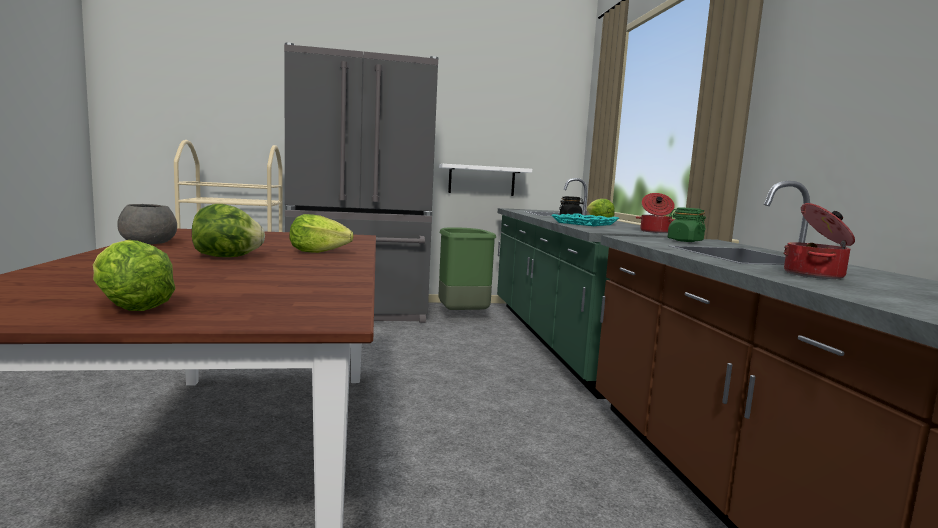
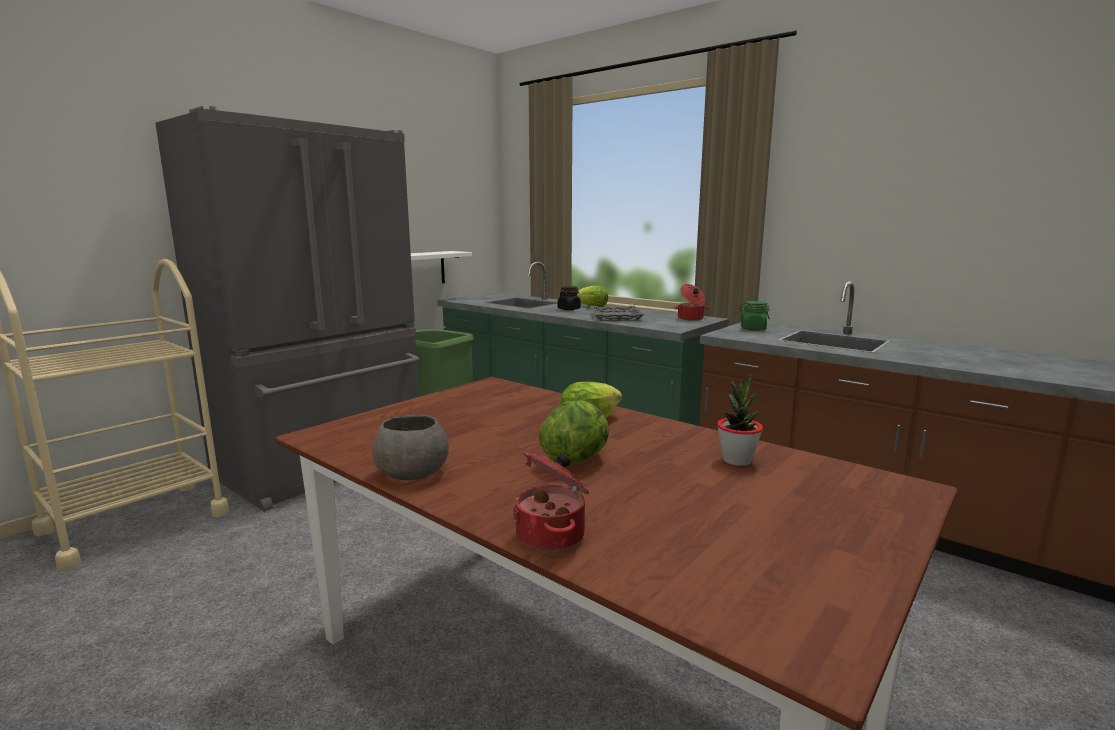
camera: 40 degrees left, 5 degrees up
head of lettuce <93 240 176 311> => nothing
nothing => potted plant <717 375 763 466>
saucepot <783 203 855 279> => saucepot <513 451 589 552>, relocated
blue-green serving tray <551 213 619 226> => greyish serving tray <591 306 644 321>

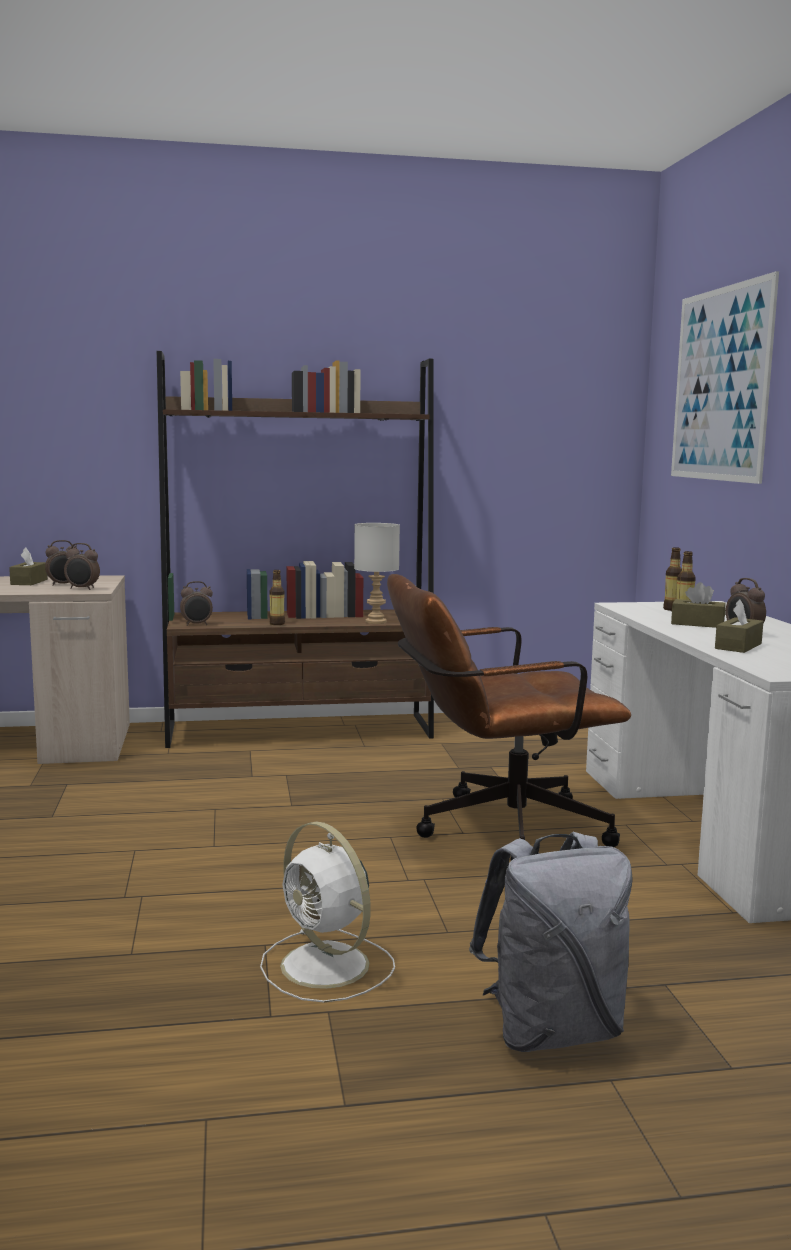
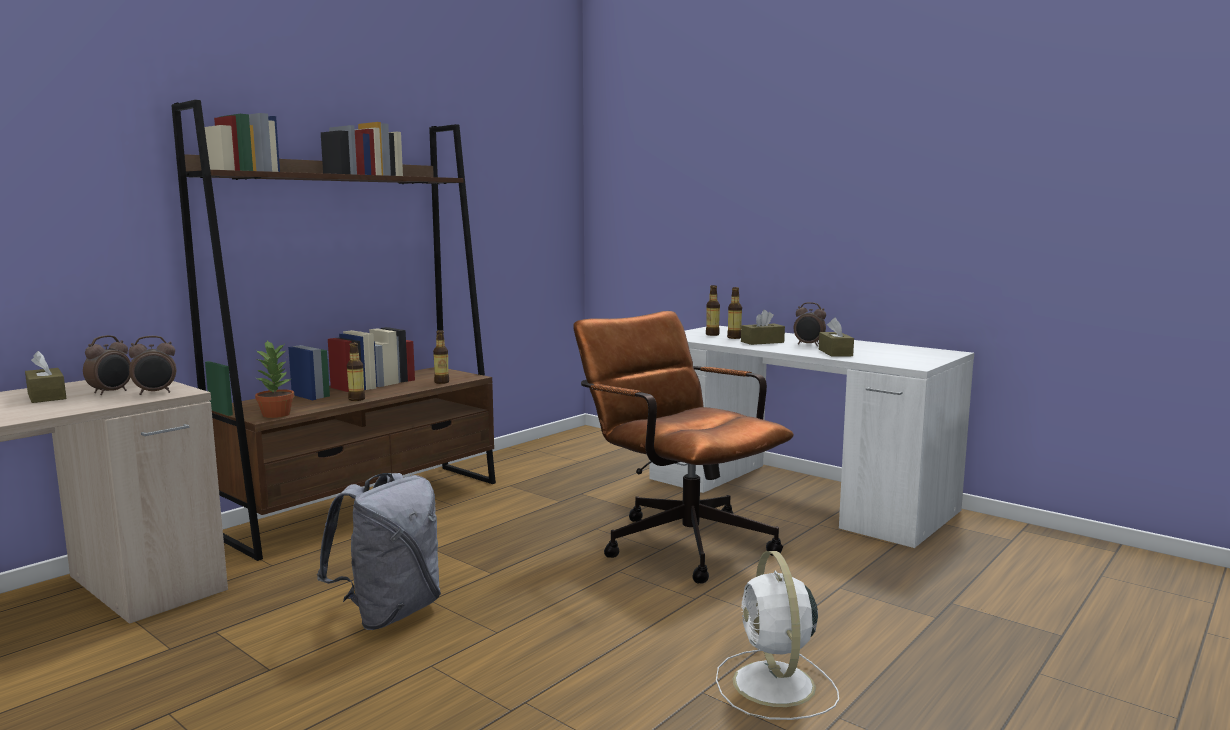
camera: 40 degrees left, 0 degrees up
wall picture <671 271 779 484> => nothing
greyish rucksack <469 832 633 1052> => greyish rucksack <317 473 441 630>, relocated
bedside clock <180 581 213 626> => potted plant <255 340 294 418>
greyish tabletop lamp <354 523 400 624> => beverage bottle <433 330 449 384>
whitish fan <260 821 395 1003> => whitish fan <716 551 839 720>, 75 degrees clockwise
brown-coloured office chair <387 574 631 860> => brown-coloured office chair <573 311 794 583>, 105 degrees clockwise

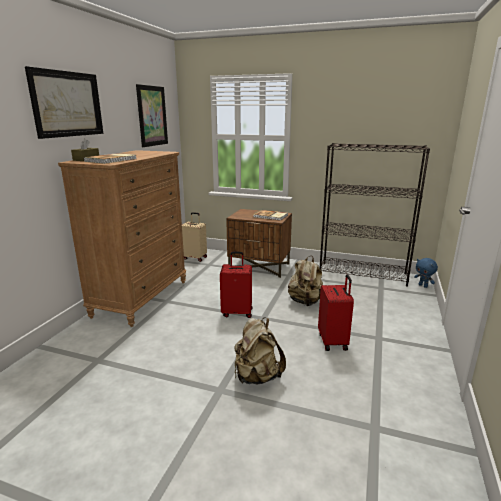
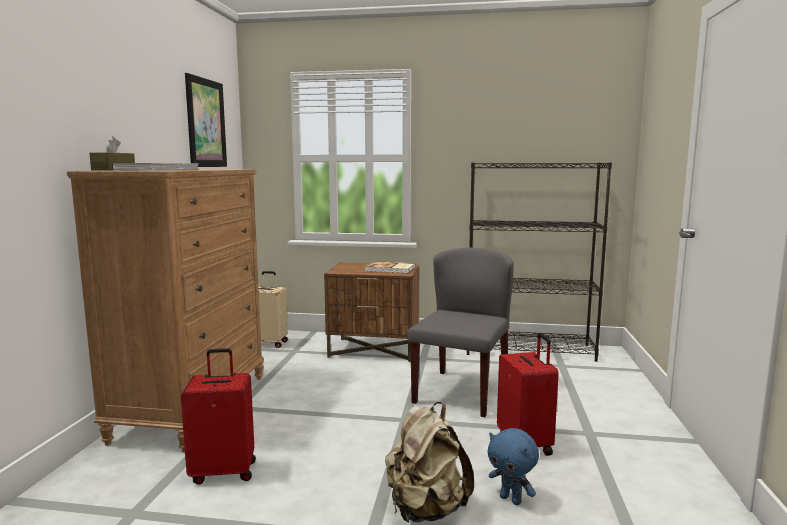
camera: 10 degrees left, 10 degrees down
wall picture <25 66 103 139> => nothing
reddish piece of luggage <220 252 252 318> => reddish piece of luggage <181 348 256 485>, relocated
blue-coloured cuddly toy <414 258 438 288> => blue-coloured cuddly toy <488 428 539 505>, relocated
beige-coloured rucksack <288 256 323 306> => greyish upright chair <407 248 514 417>

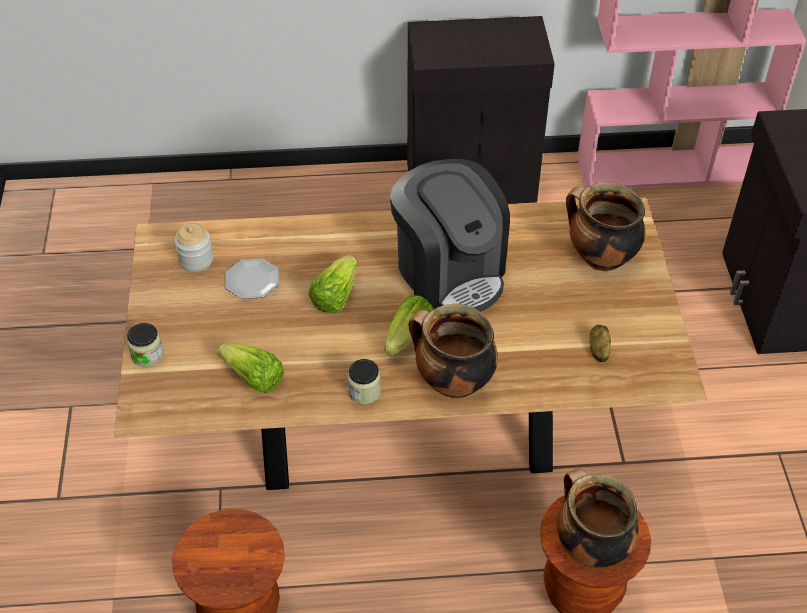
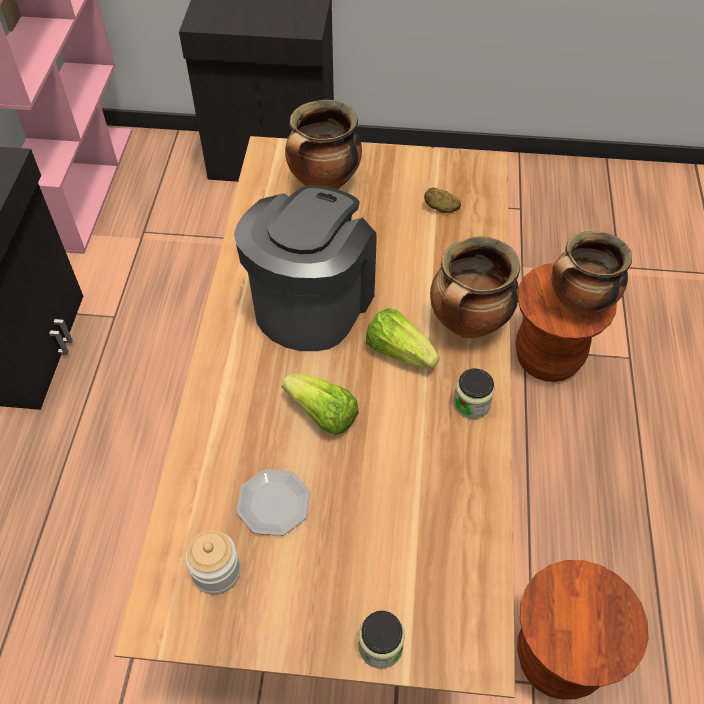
camera: 80 degrees left, 5 degrees up
head of lettuce <217 343 284 393> => nothing
coffee brewer <390 159 510 312> => coffee brewer <234 186 377 351>, 45 degrees counterclockwise

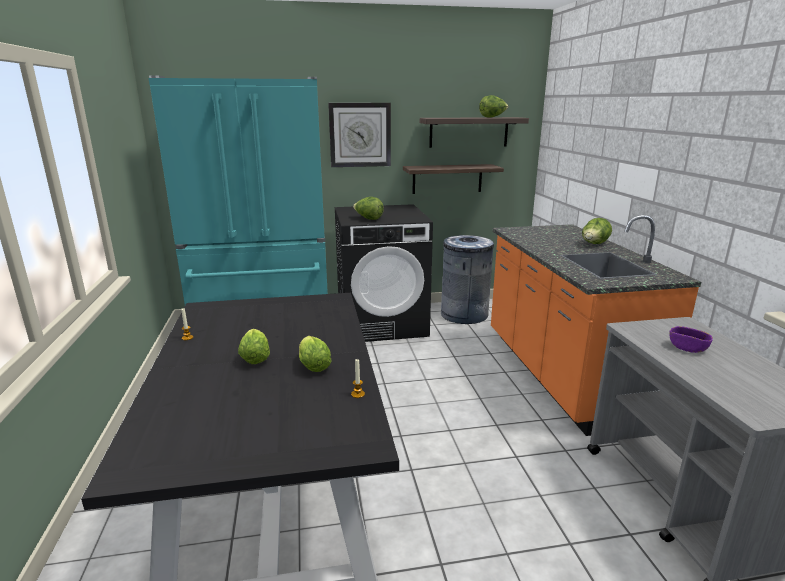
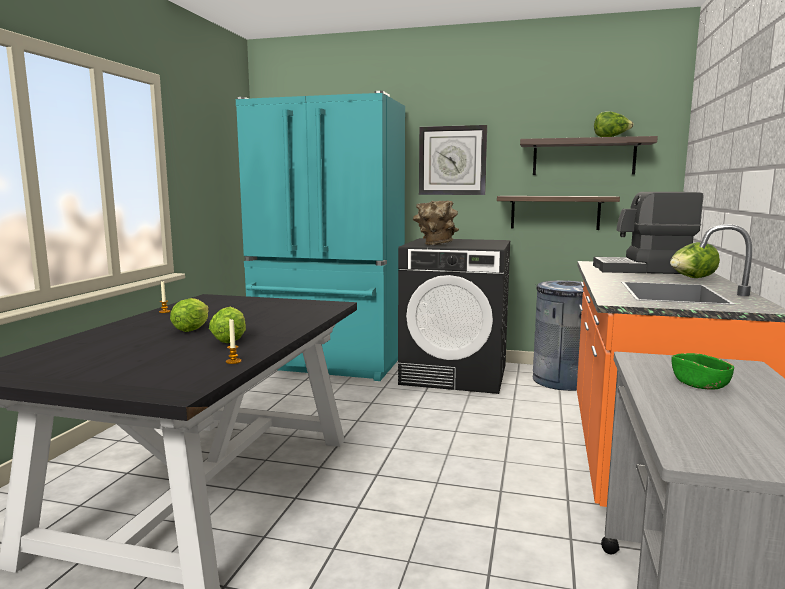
camera: 25 degrees right, 10 degrees down
nothing => coffee brewer <593 192 703 274>
head of lettuce <353 197 384 220> => brown-coloured vase <413 200 459 245>
purple deep dish <669 326 713 353> => green-coloured deep dish <671 353 734 390>

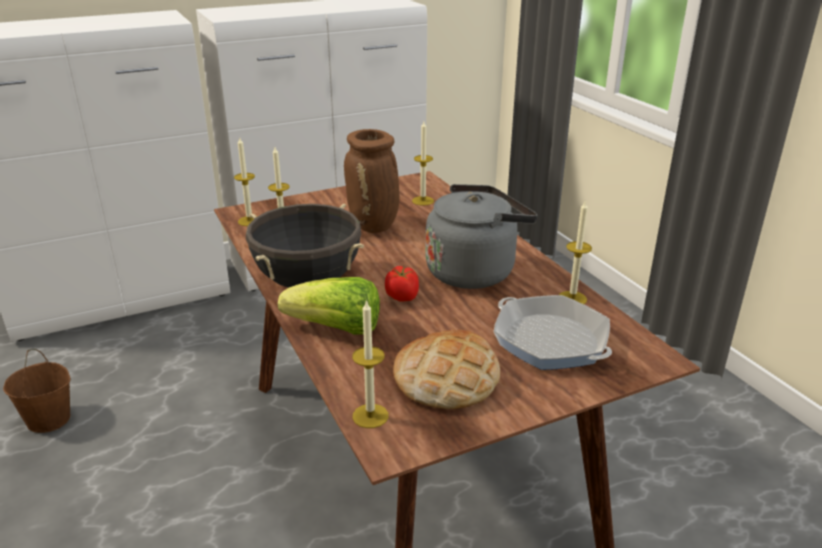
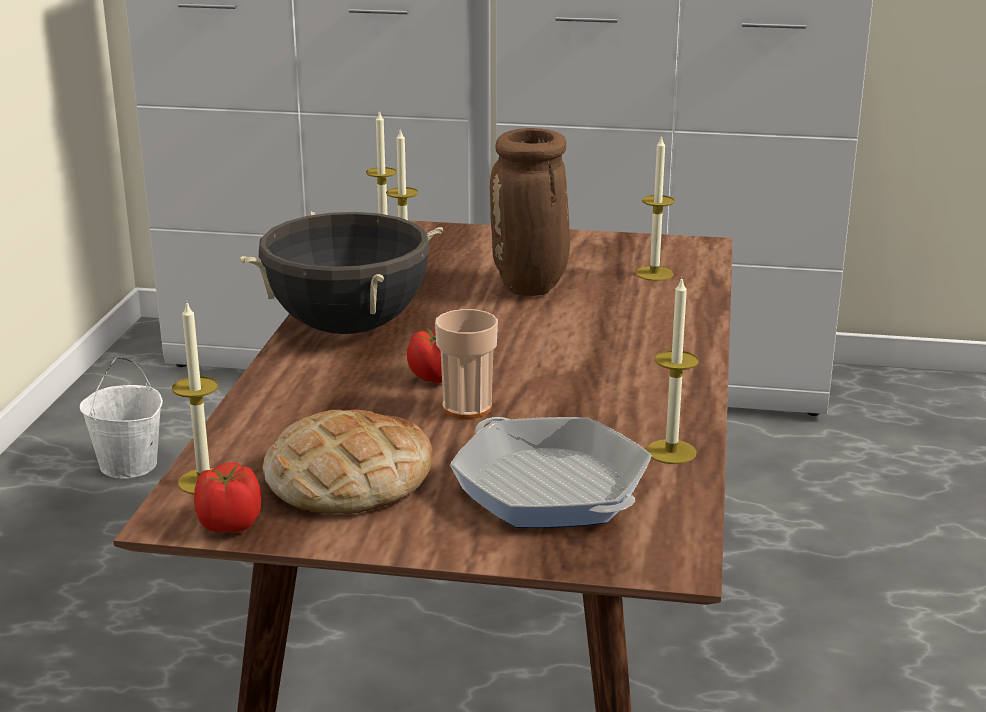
camera: 35 degrees right, 5 degrees down
head of lettuce <278 277 380 335> => nothing
greyish water kettle <425 184 538 289> => nothing
nothing => whole tomato <194 462 261 533>
nothing => cup <435 309 498 419>
brown-coloured bucket <3 349 71 433> => whitish bucket <80 357 163 479>
skillet <493 295 612 370> => skillet <450 417 652 528>, 150 degrees clockwise

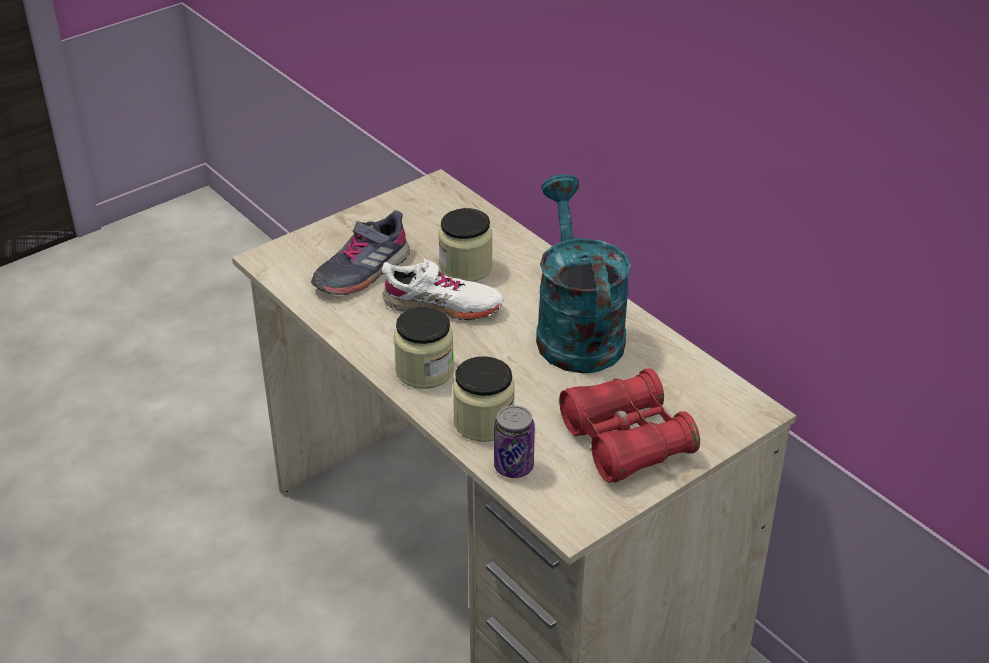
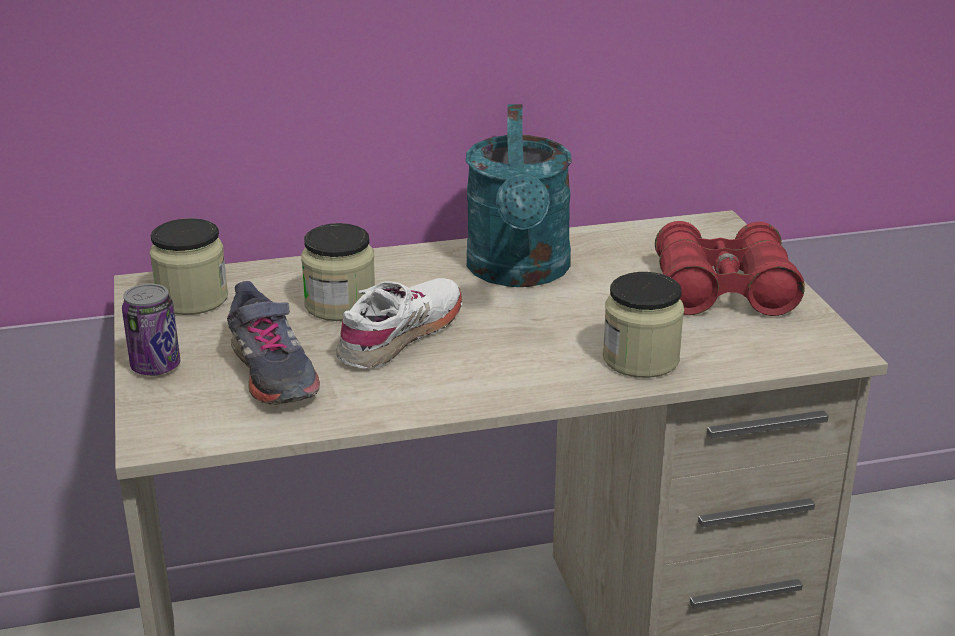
camera: 65 degrees left, 10 degrees down
preserve jar <394 307 454 389> => preserve jar <150 218 228 315>, relocated
metal can <494 405 535 478> => metal can <122 284 180 376>, relocated
blue-green watering can <536 174 631 373> => blue-green watering can <466 104 572 287>, 105 degrees counterclockwise

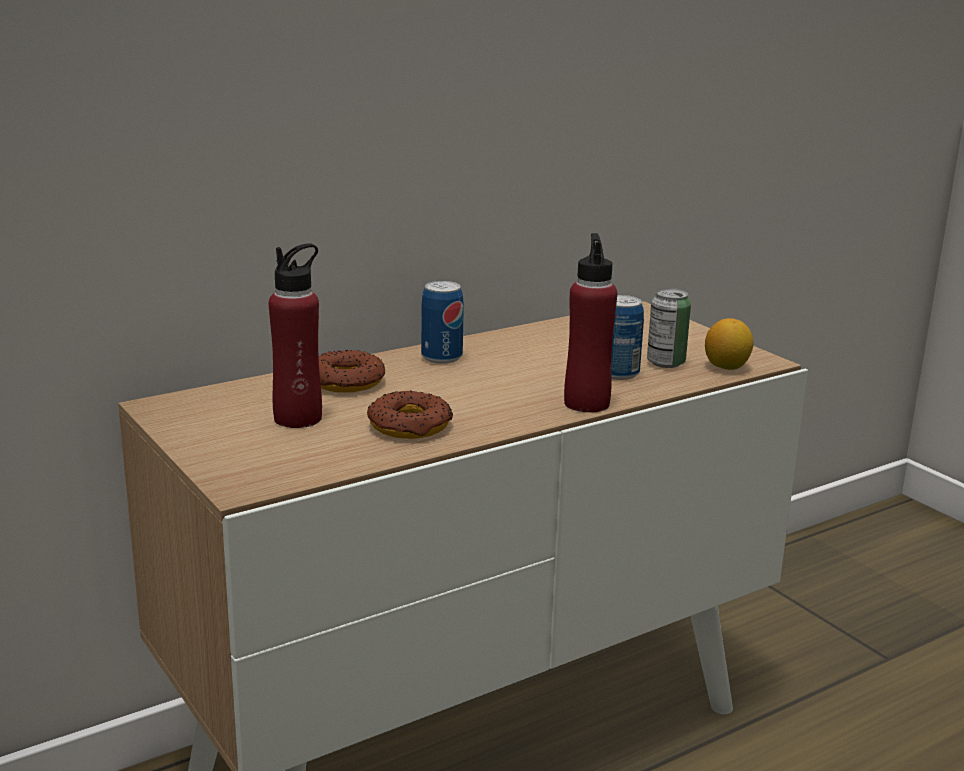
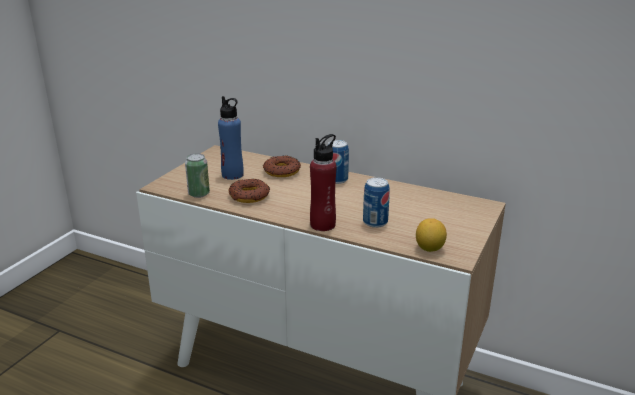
camera: 60 degrees right, 5 degrees up
metal can <647 288 691 368> => metal can <185 153 210 198>, relocated
reddish beverage bottle <269 243 322 428> => blue-coloured beverage bottle <218 96 244 180>

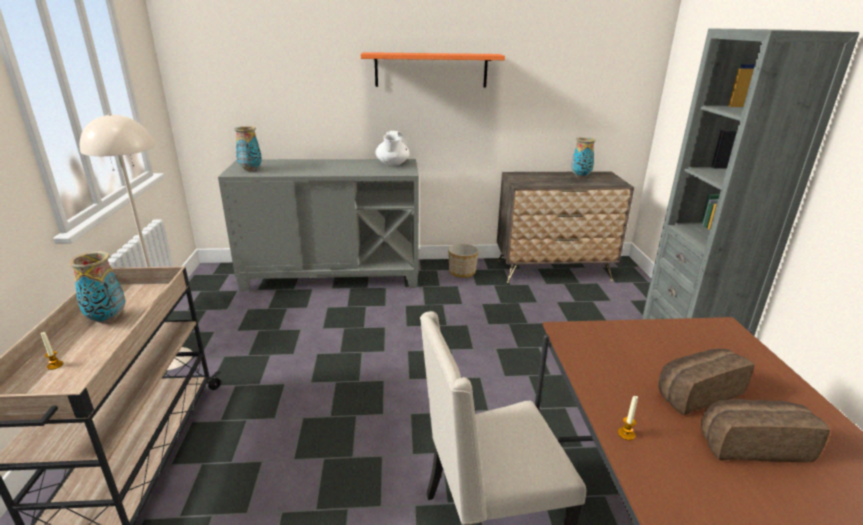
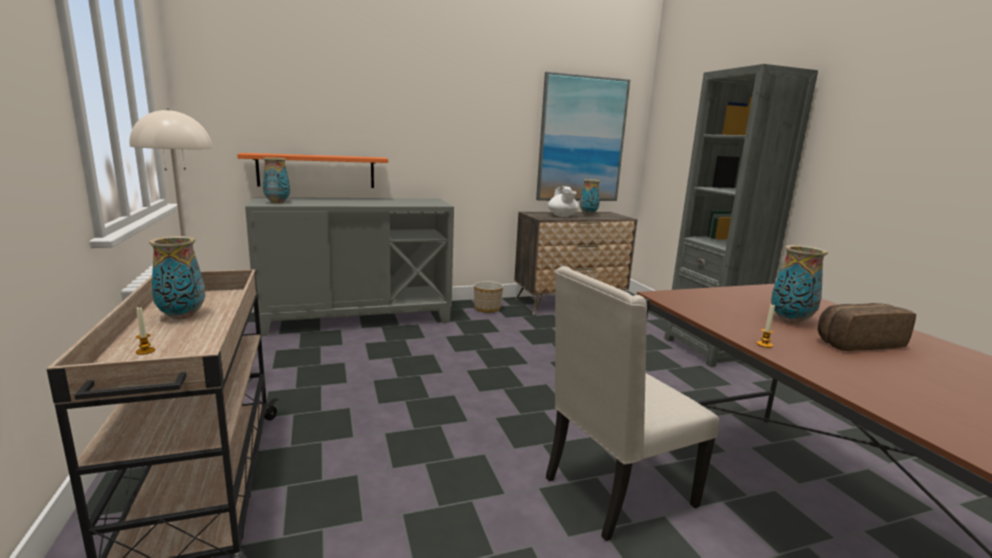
camera: 15 degrees left, 10 degrees down
nothing => wall picture <536 72 630 201>
orange bracket shelf <361 52 505 88> => orange bracket shelf <237 153 388 188>, relocated
whitish pot for tea <375 131 410 166> => whitish pot for tea <548 186 579 217>, relocated
bakery bread <658 349 754 415> => vase <771 245 828 324>

